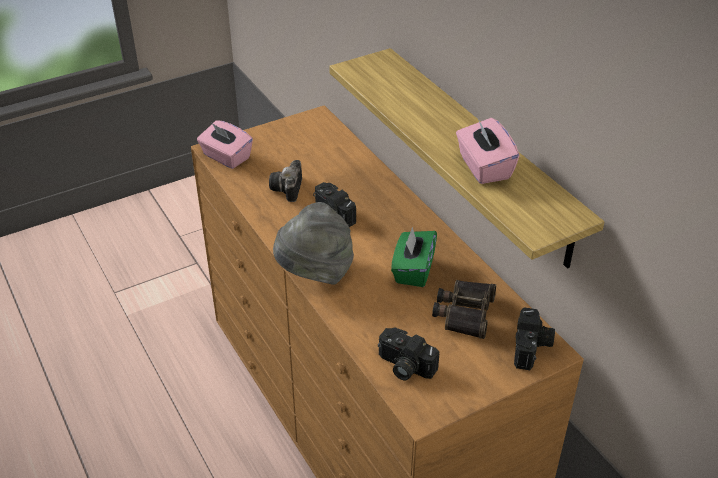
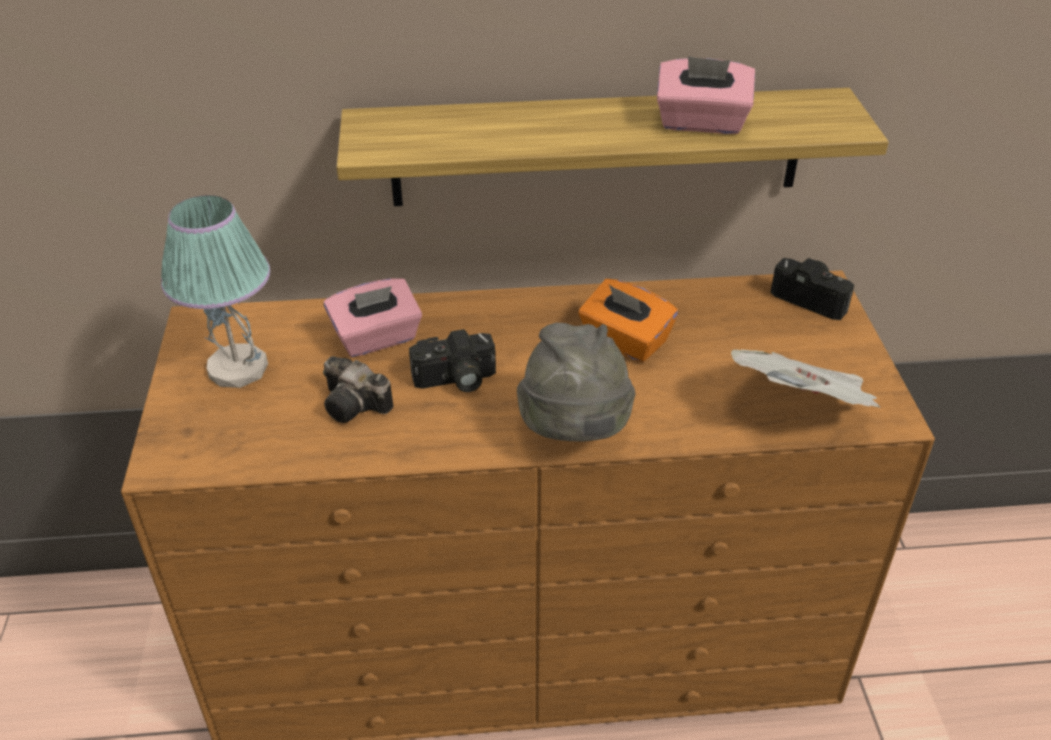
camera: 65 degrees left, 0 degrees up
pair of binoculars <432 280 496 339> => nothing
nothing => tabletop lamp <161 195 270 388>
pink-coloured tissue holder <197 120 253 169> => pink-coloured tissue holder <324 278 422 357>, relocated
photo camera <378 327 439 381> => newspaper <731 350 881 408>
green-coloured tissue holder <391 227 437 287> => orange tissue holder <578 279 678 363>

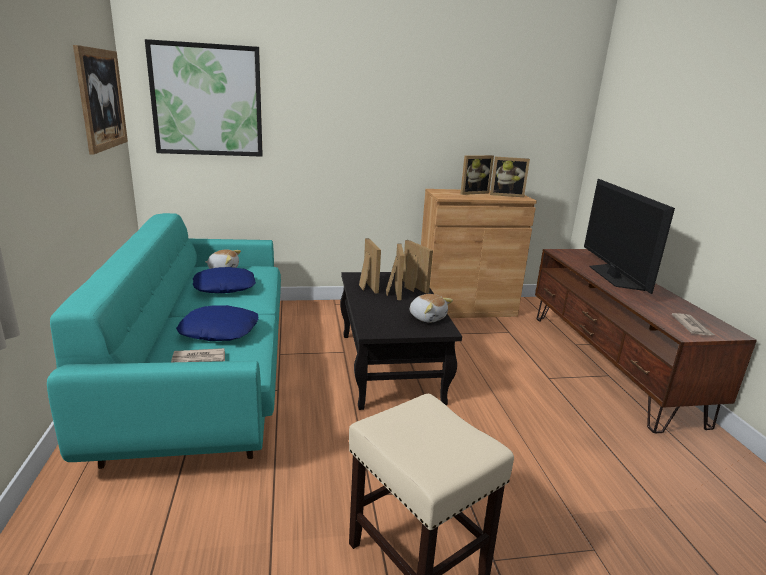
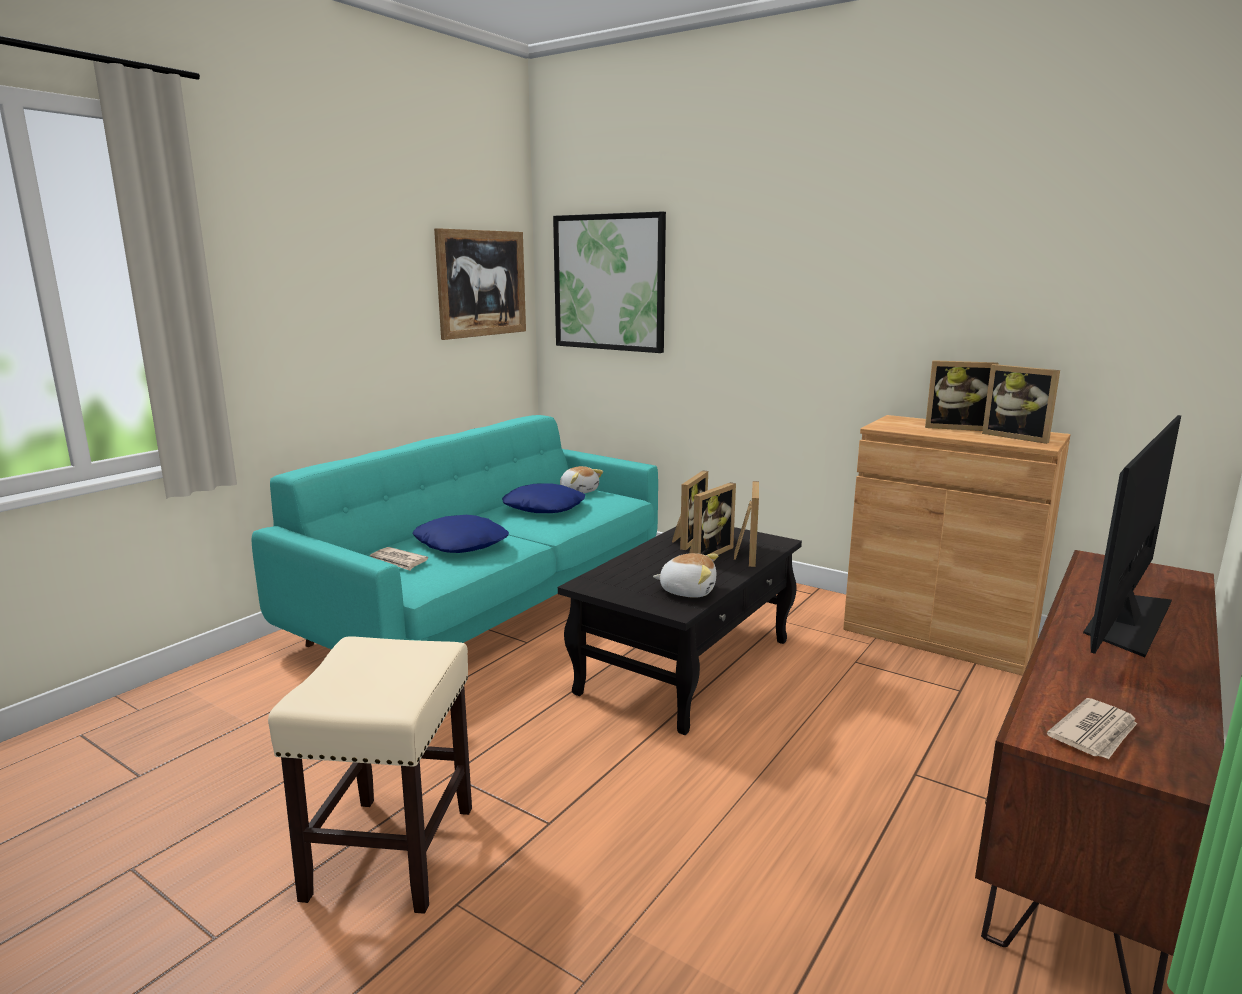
camera: 45 degrees right, 5 degrees down
cuddly toy <410 294 453 323> => cuddly toy <653 553 718 598>, 75 degrees counterclockwise

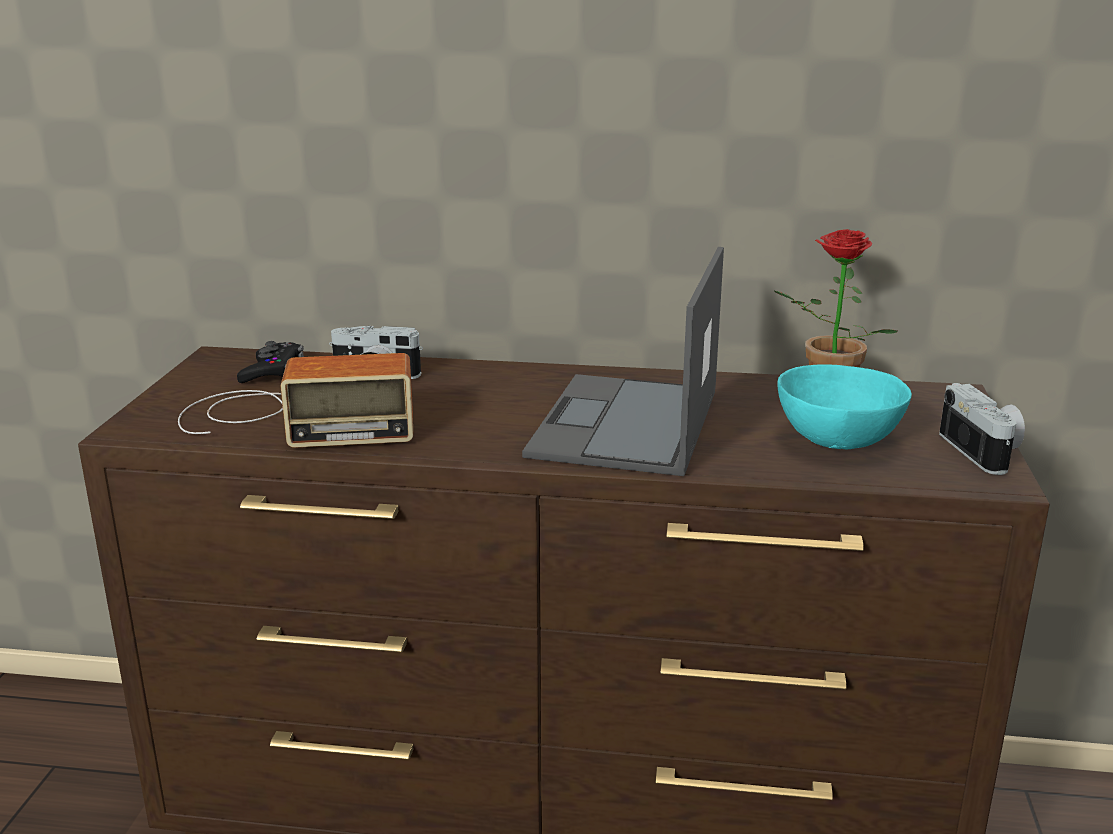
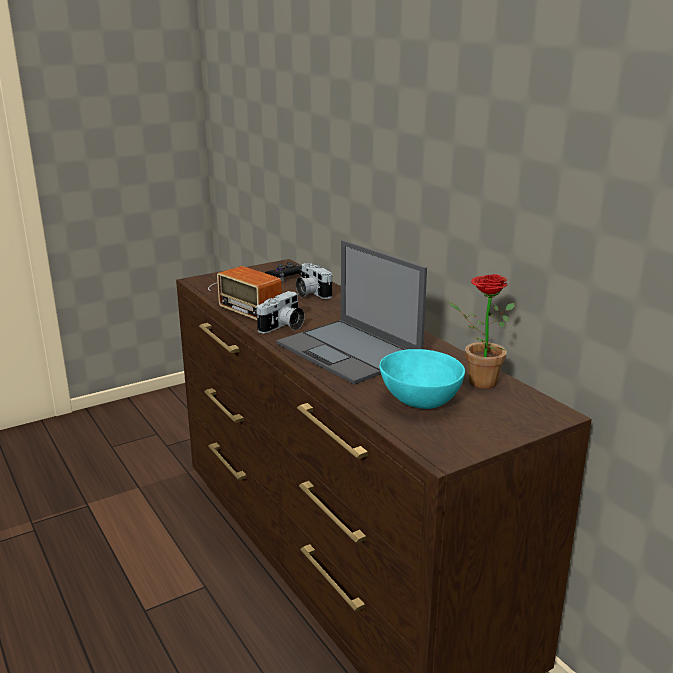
camera: 50 degrees right, 0 degrees up
photo camera <939 383 1025 475> => photo camera <257 291 305 334>, relocated
notebook computer <522 247 724 476> => notebook computer <277 240 427 385>, 105 degrees counterclockwise

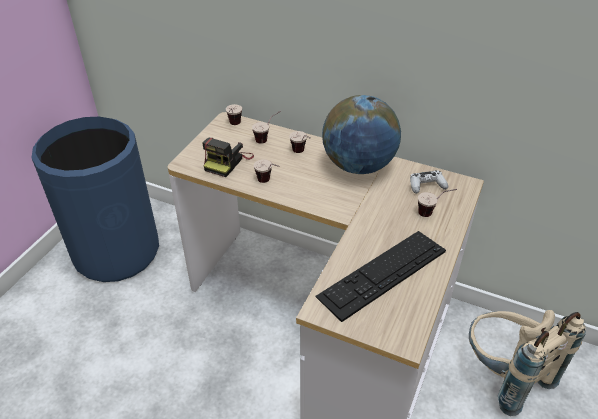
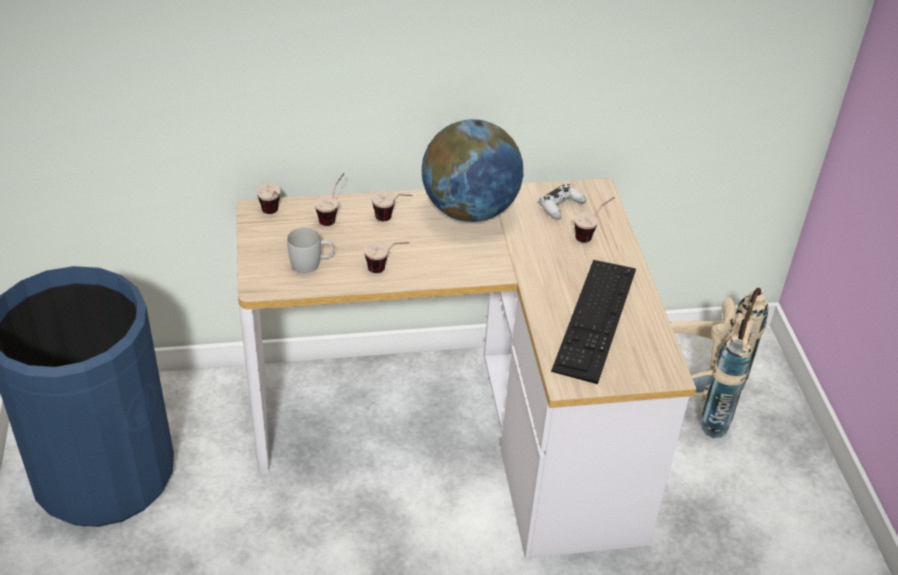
camera: 35 degrees left, 0 degrees up
photo camera <203 138 254 177> => whitish coffee mug <287 227 335 273>

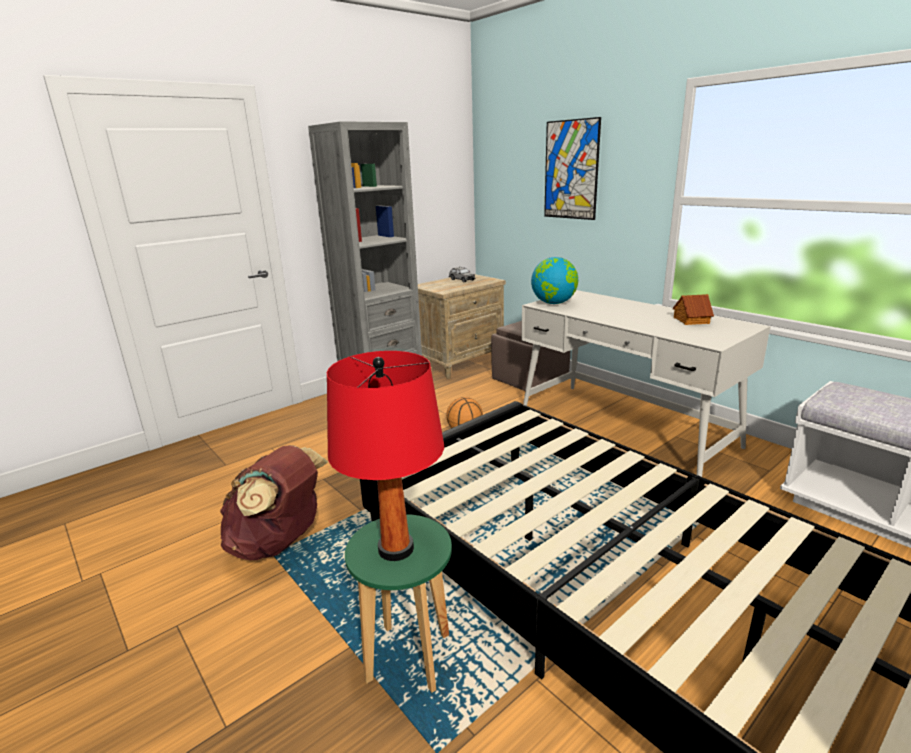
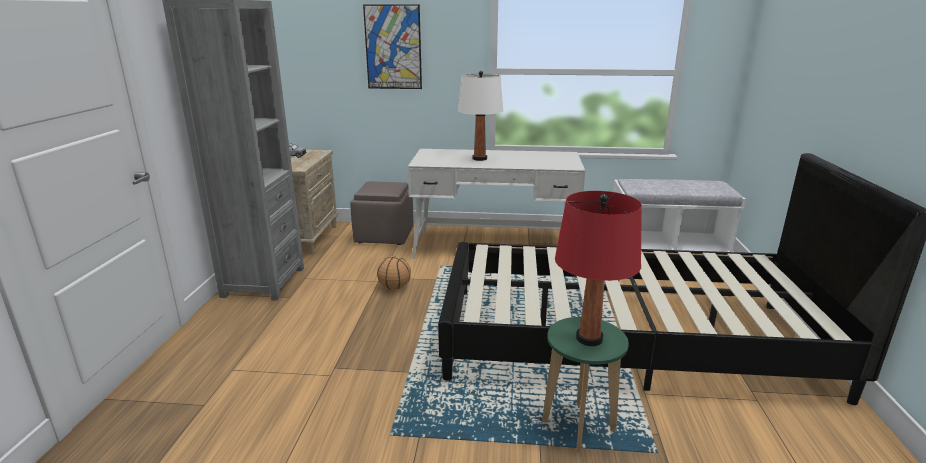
camera: 45 degrees left, 0 degrees up
brown-coloured rucksack <220 445 328 560> => nothing
world globe <531 257 578 304> => nothing
model house <673 294 714 325> => nothing
nothing => whitish tabletop lamp <458 71 503 161>

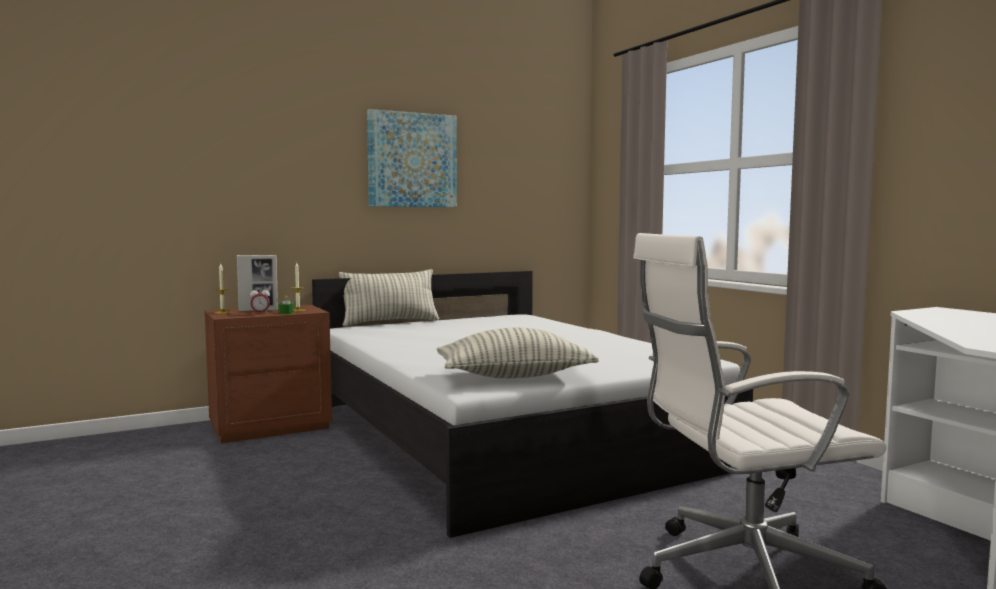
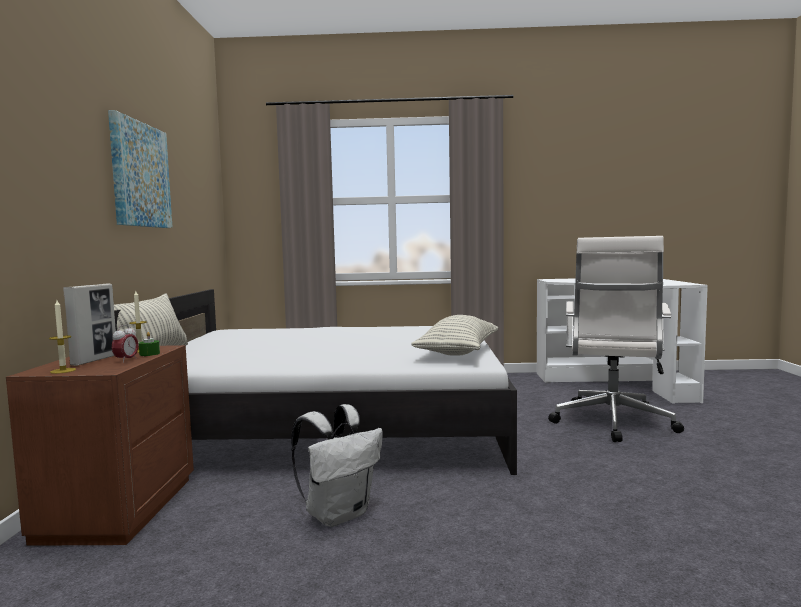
camera: 60 degrees left, 0 degrees up
nothing => whitish rucksack <291 404 383 527>

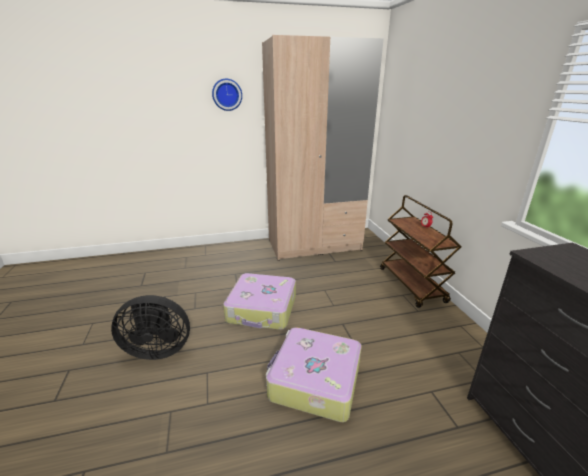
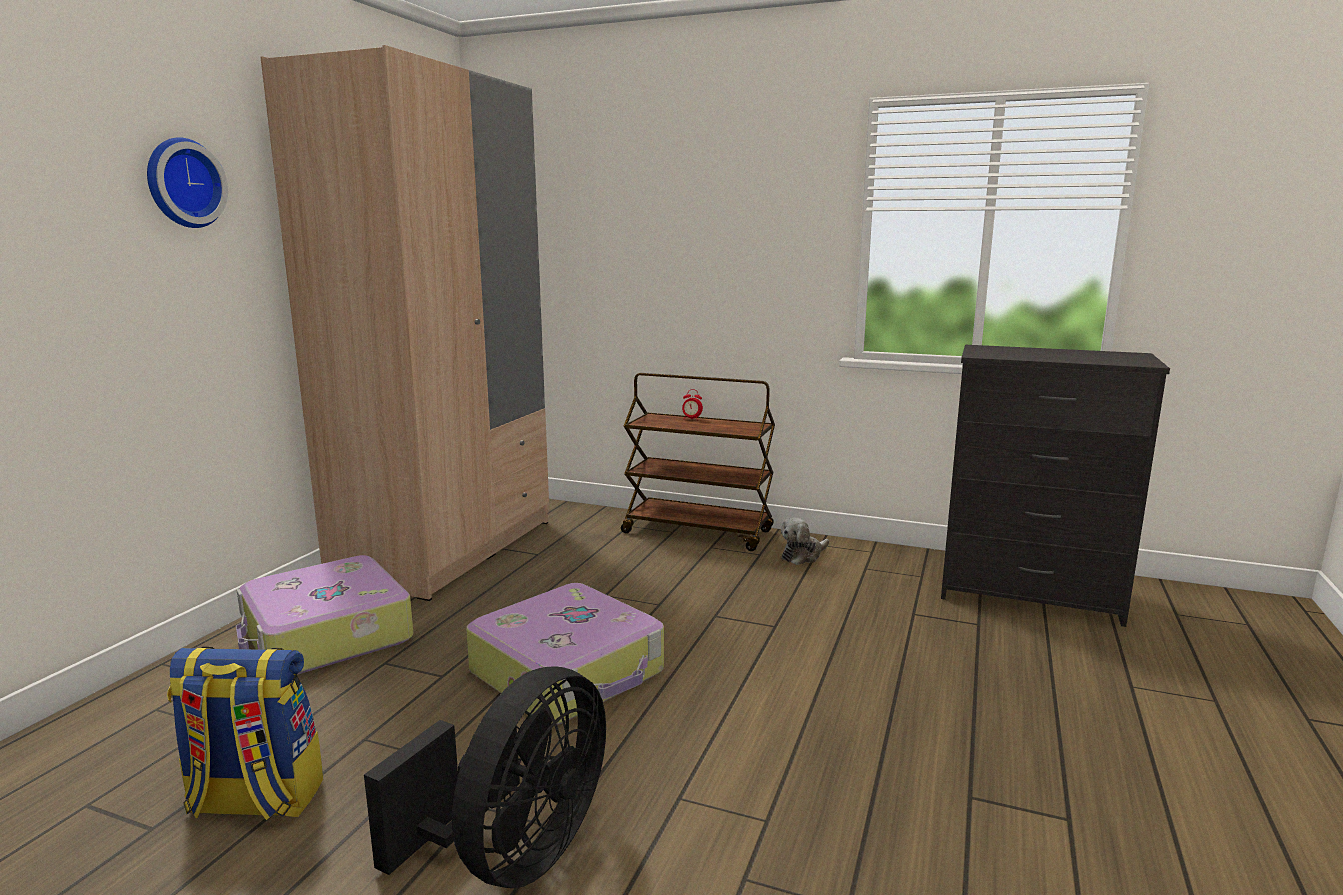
camera: 55 degrees left, 10 degrees down
nothing => rucksack <167 647 323 820>
nothing => cuddly toy <781 518 829 565>
piece of luggage <266 327 362 422> => piece of luggage <236 555 414 675>, relocated

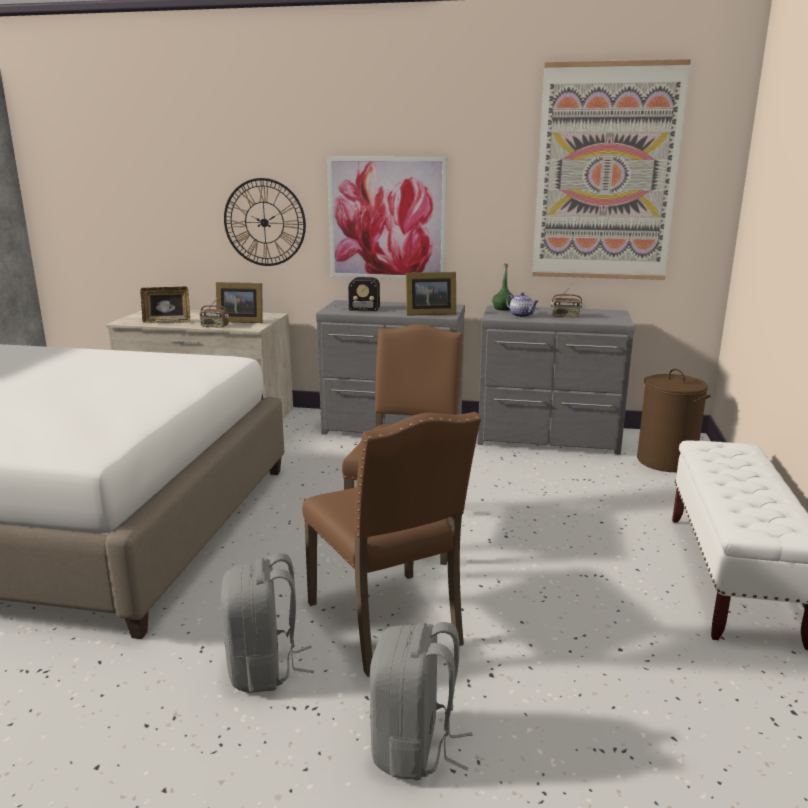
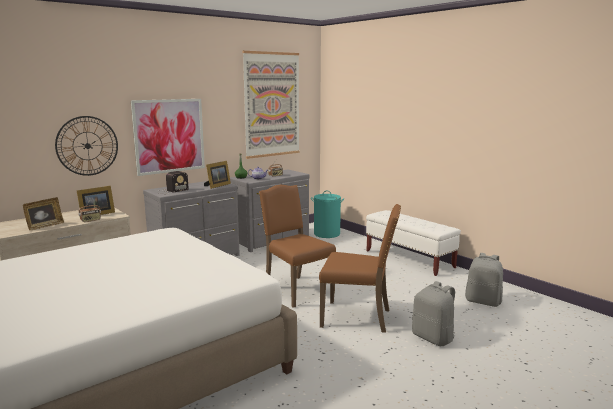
camera: 50 degrees left, 5 degrees down
greyish rucksack <221 553 314 693> => greyish rucksack <465 253 503 307>, relocated
brown-coloured hamper <637 369 711 472> => blue-green hamper <311 191 344 238>

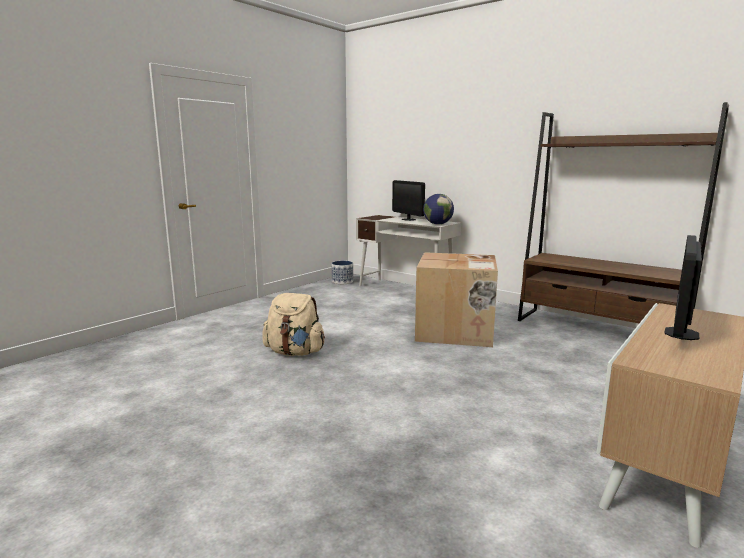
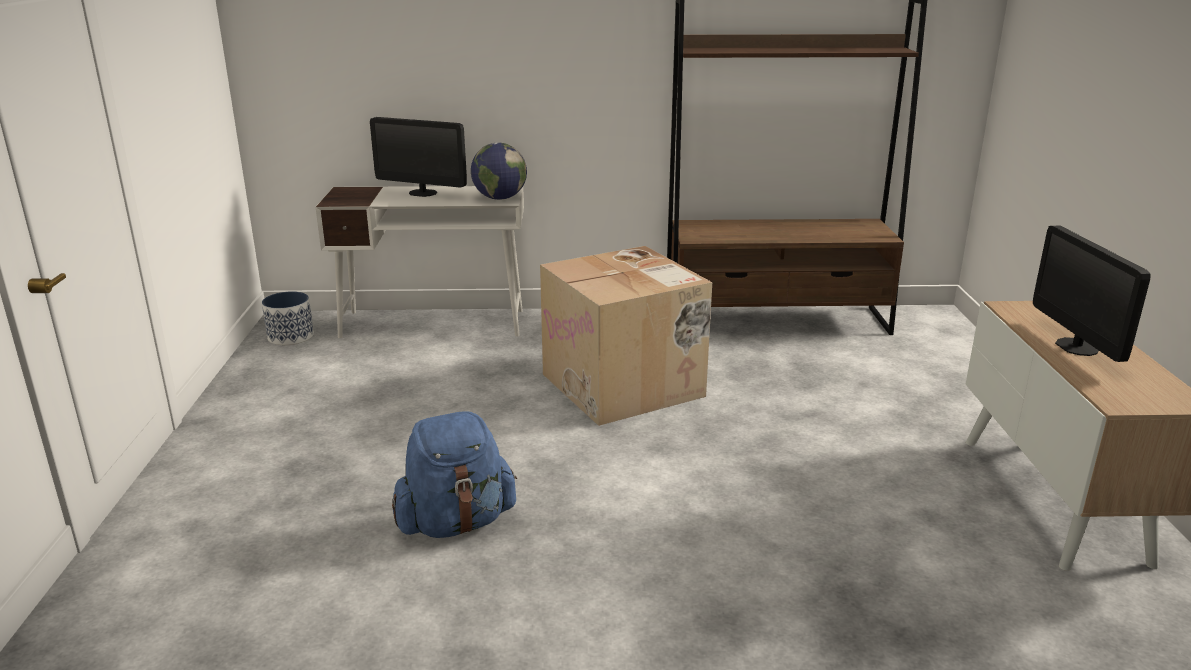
camera: 40 degrees left, 10 degrees up
beige-coloured rucksack <262 293 325 356> => blue-coloured rucksack <392 411 517 538>

